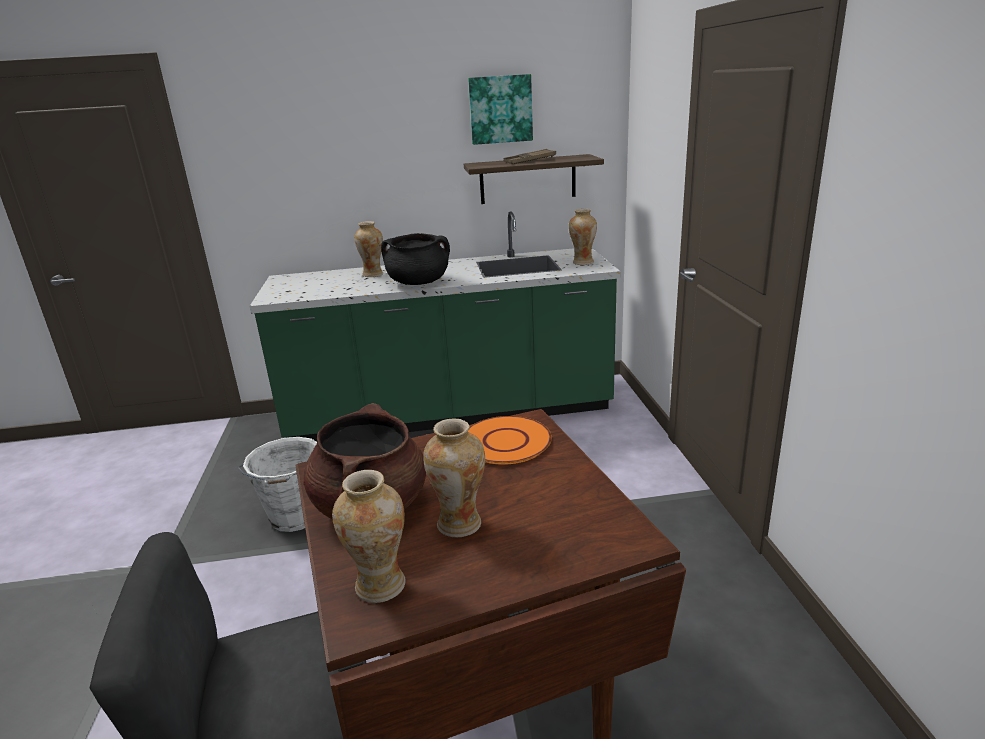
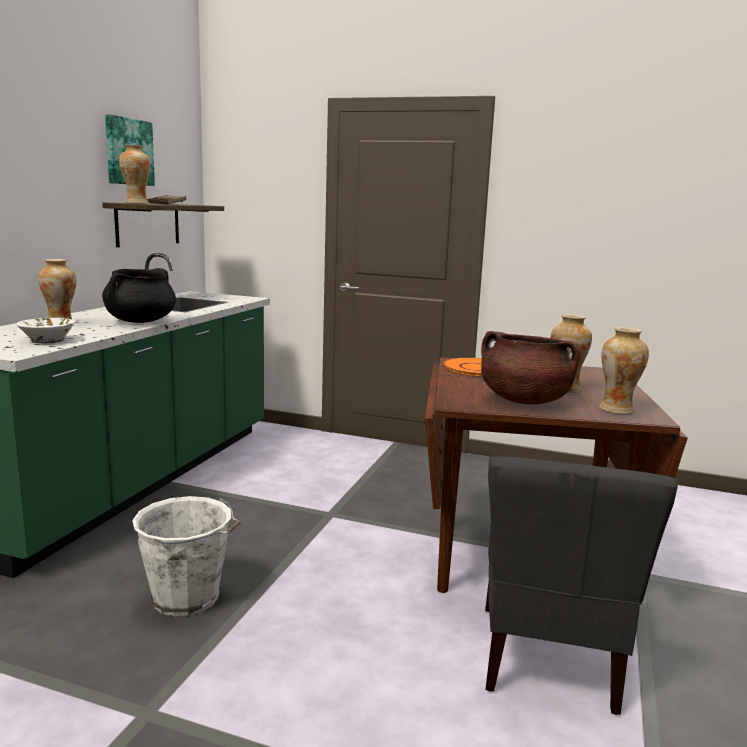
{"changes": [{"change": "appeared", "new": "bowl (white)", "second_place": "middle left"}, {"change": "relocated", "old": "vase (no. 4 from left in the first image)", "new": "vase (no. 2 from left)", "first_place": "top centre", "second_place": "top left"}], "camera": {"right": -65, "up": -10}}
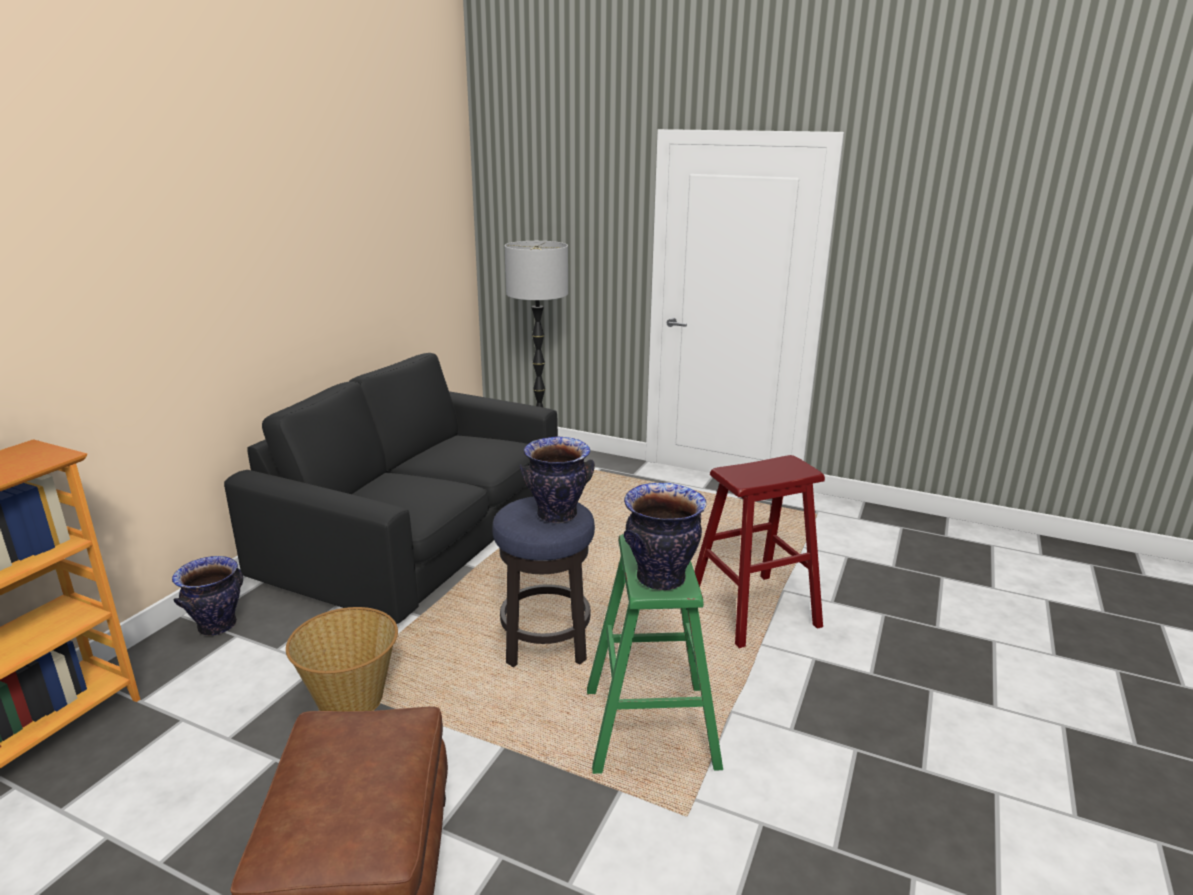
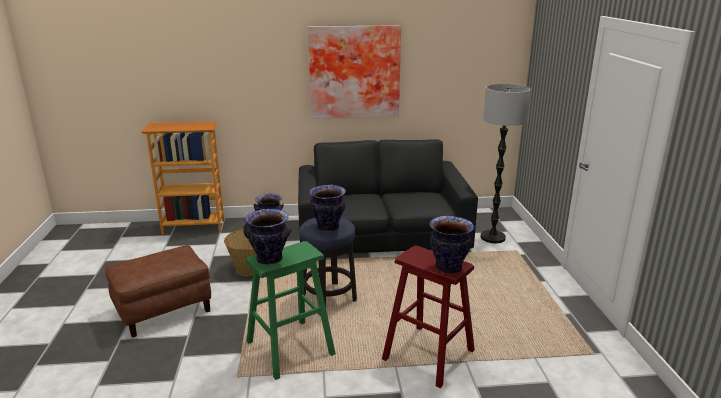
{"changes": [{"change": "appeared", "new": "picture", "second_place": "top centre"}, {"change": "appeared", "new": "vase (no. 4 from left)", "second_place": "centre"}], "camera": {"right": 60, "up": 0}}
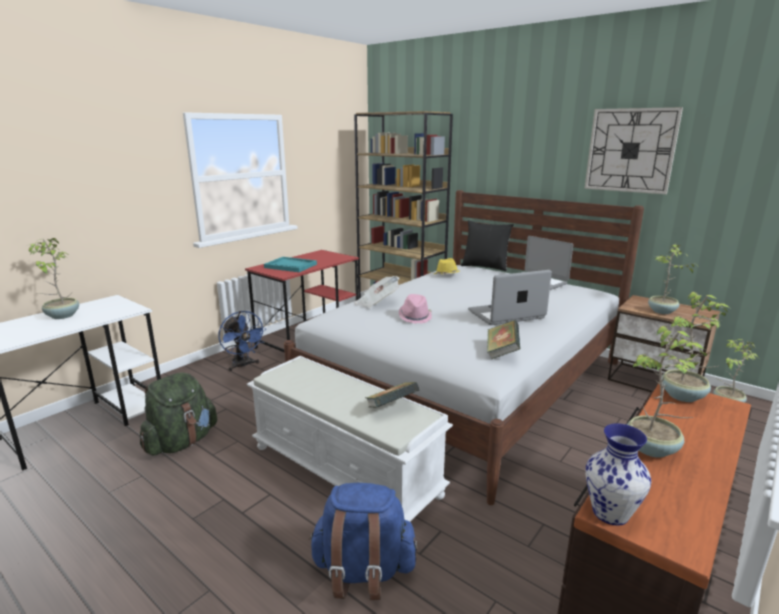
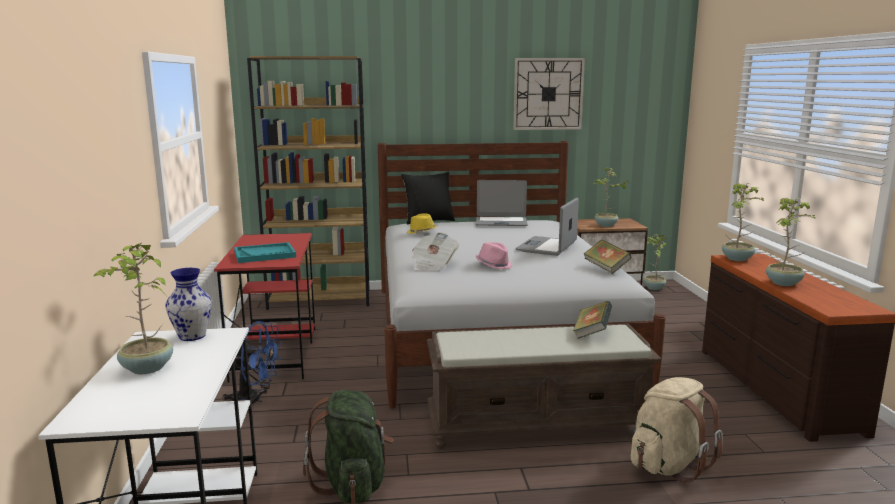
{"changes": [{"change": "relocated", "old": "vase", "first_place": "bottom right", "second_place": "middle left"}, {"change": "colour", "old": "bench (white)", "new": "bench (brown)", "first_place": "bottom centre", "second_place": "bottom centre"}, {"change": "colour", "old": "backpack (blue)", "new": "backpack (beige)", "first_place": "bottom centre", "second_place": "bottom right"}], "camera": {"right": -45, "up": -5}}
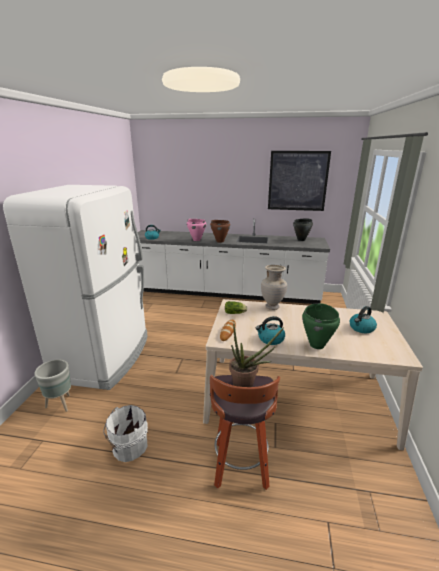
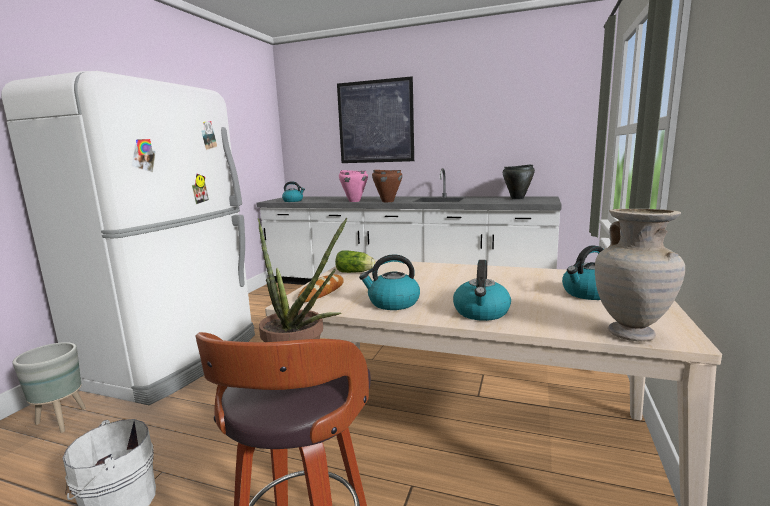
{"changes": [{"change": "relocated", "old": "vase (beige)", "first_place": "centre", "second_place": "middle right"}, {"change": "relocated", "old": "picture", "first_place": "top right", "second_place": "top centre"}, {"change": "exchanged", "old": "cooking pot (green)", "new": "kettle (no. 3 from left)", "first_place": "middle right", "second_place": "centre"}], "camera": {"right": 10, "up": -10}}
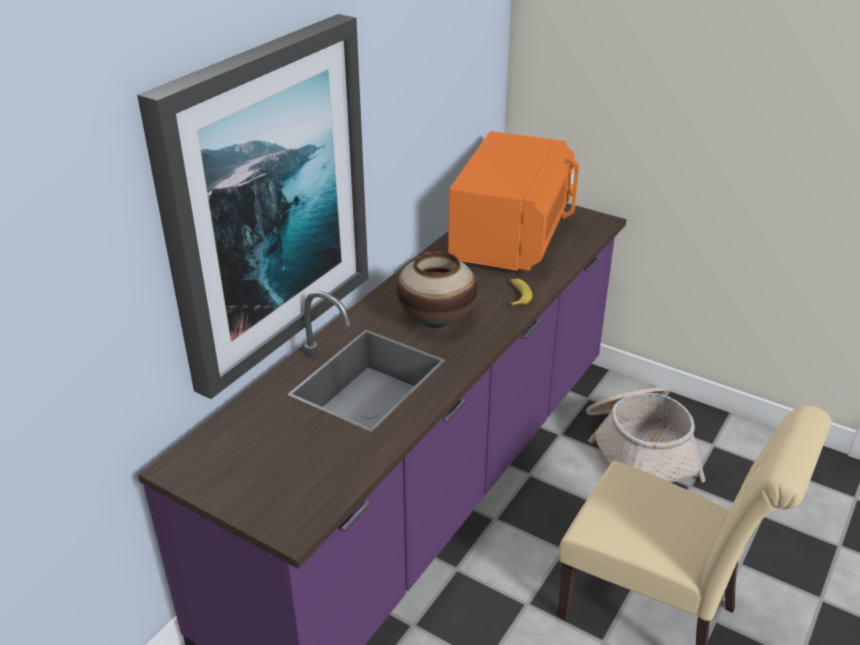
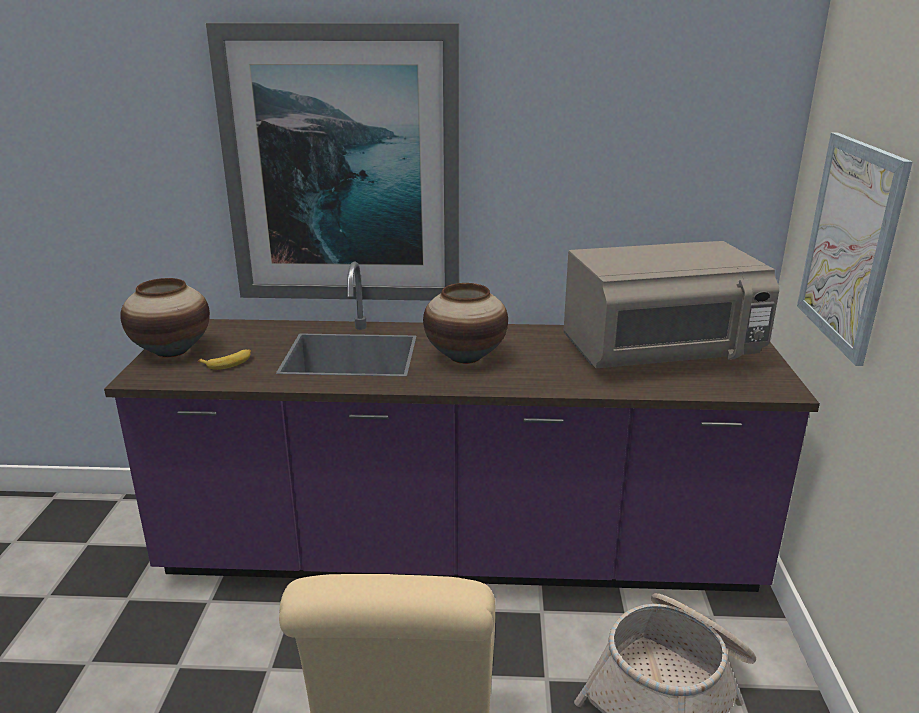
{"changes": [{"change": "appeared", "new": "vase (no. 1 from left)", "second_place": "middle left"}, {"change": "appeared", "new": "picture (no. 2 from left)", "second_place": "middle right"}, {"change": "relocated", "old": "banana", "first_place": "centre", "second_place": "middle left"}, {"change": "colour", "old": "microwave (orange)", "new": "microwave (grey)", "first_place": "top centre", "second_place": "middle right"}], "camera": {"right": 60, "up": -10}}
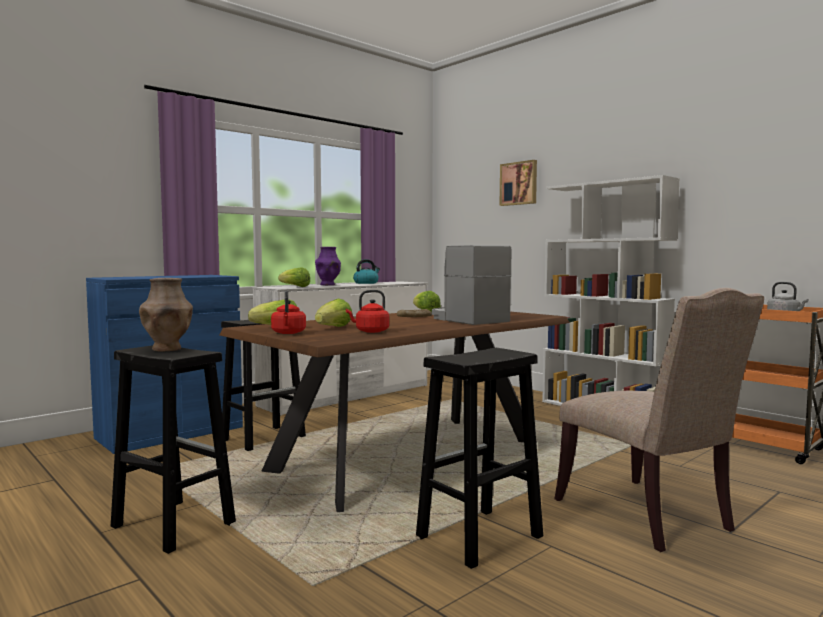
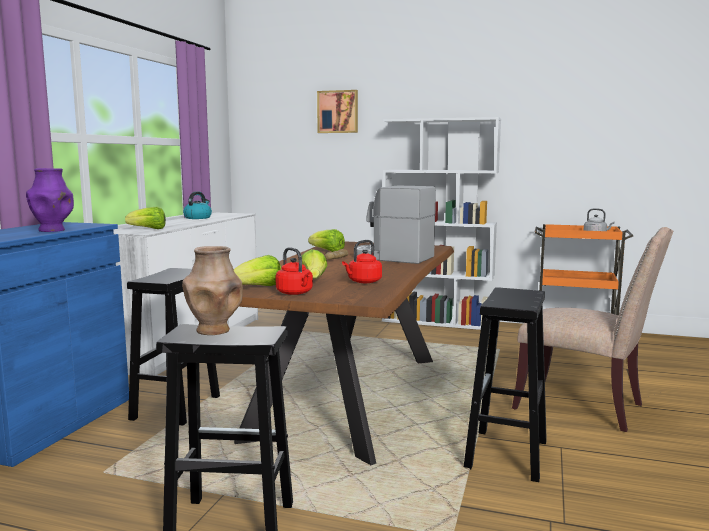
{"changes": [{"change": "relocated", "old": "vase (purple)", "first_place": "centre", "second_place": "middle left"}], "camera": {"right": -30, "up": 5}}
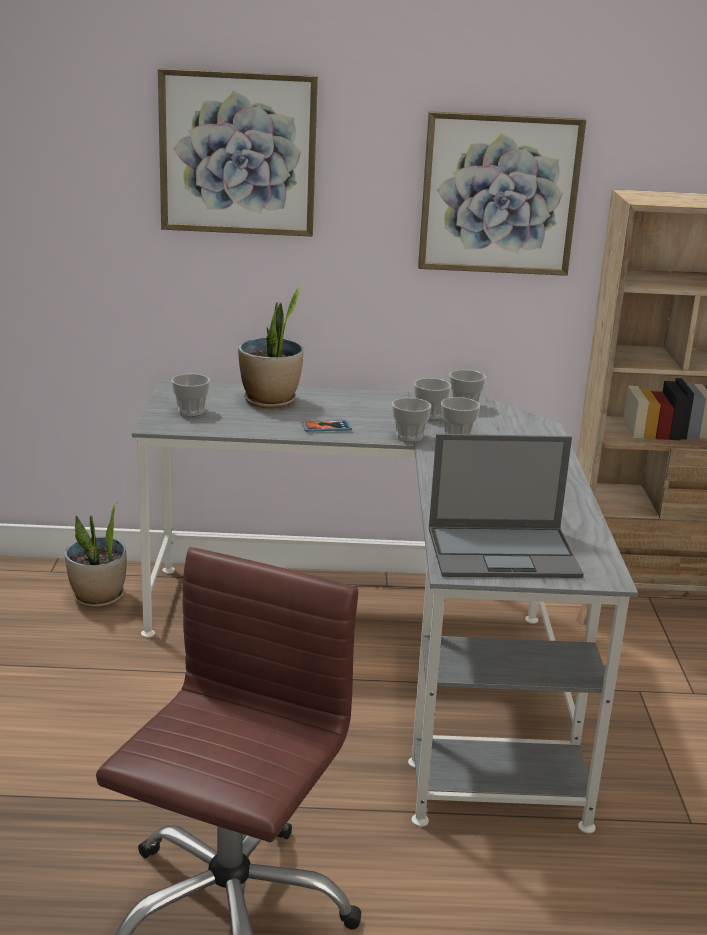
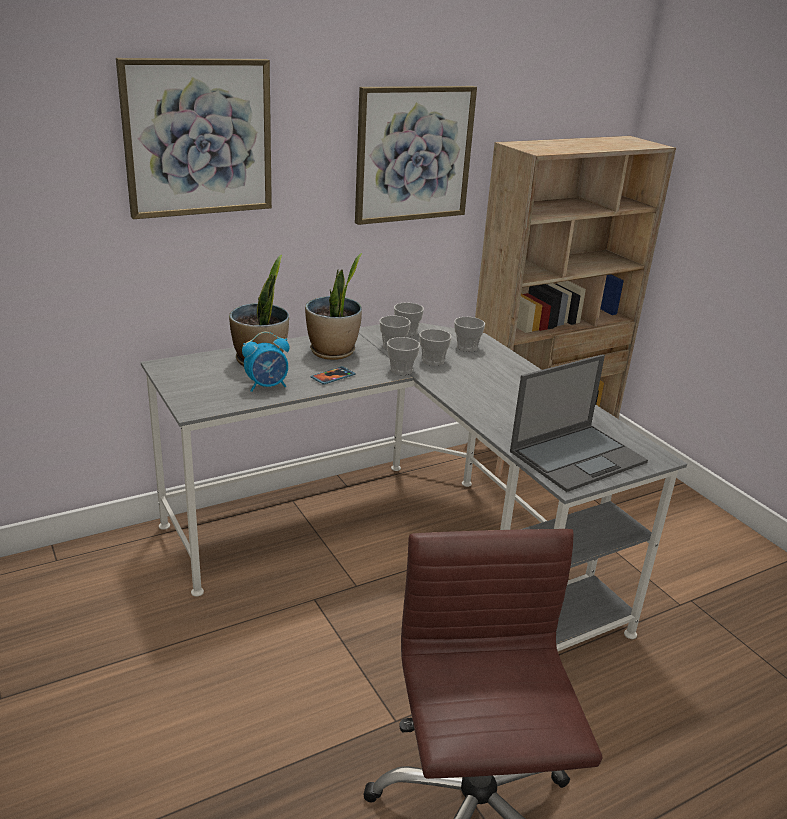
{"changes": [{"change": "appeared", "new": "alarm clock", "second_place": "centre"}, {"change": "relocated", "old": "potted plant (no. 1 from left in the first image)", "new": "potted plant (no. 2 from left)", "first_place": "middle left", "second_place": "centre"}, {"change": "relocated", "old": "cup (no. 1 from left in the first image)", "new": "cup (no. 5 from left)", "first_place": "middle left", "second_place": "centre"}], "camera": {"right": -30, "up": 5}}
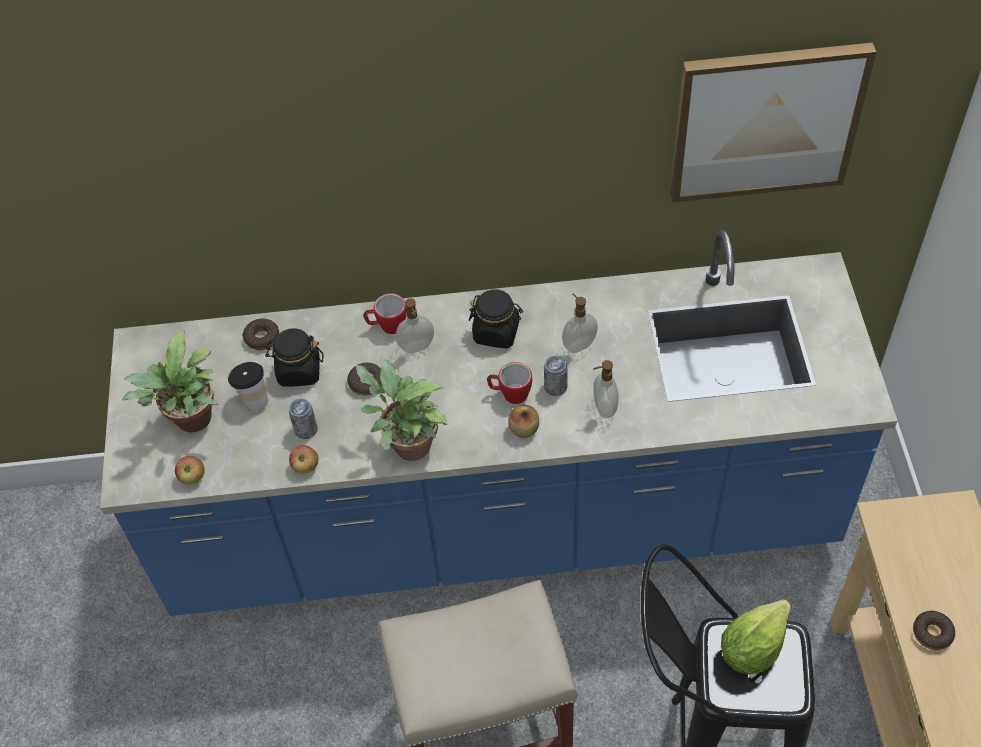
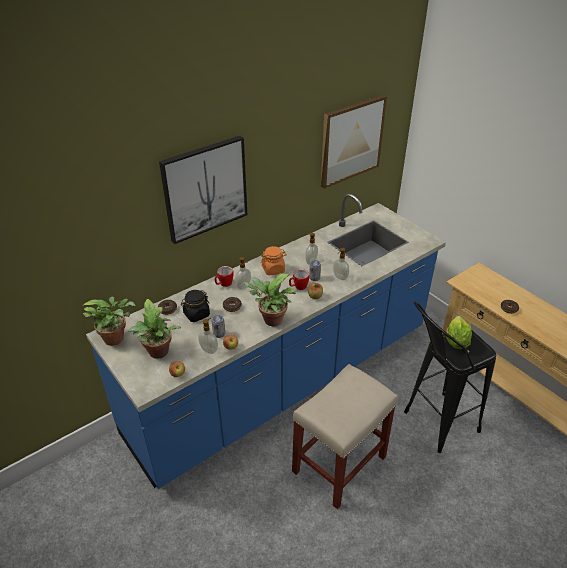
{"changes": [{"change": "missing", "old": "cup", "first_place": "middle left"}, {"change": "appeared", "new": "potted plant (no. 1 from left)", "second_place": "middle left"}, {"change": "appeared", "new": "picture (no. 1 from left)", "second_place": "centre"}, {"change": "appeared", "new": "soap dispenser (no. 1 from left)", "second_place": "centre"}, {"change": "colour", "old": "jar (black) (no. 2 from left)", "new": "jar (orange)", "first_place": "centre", "second_place": "centre"}], "camera": {"right": -35, "up": -15}}
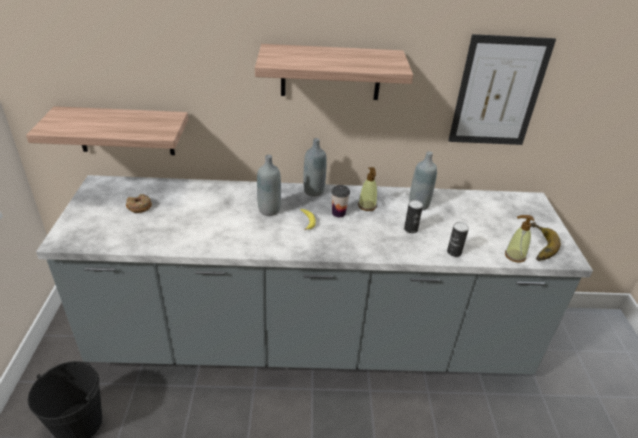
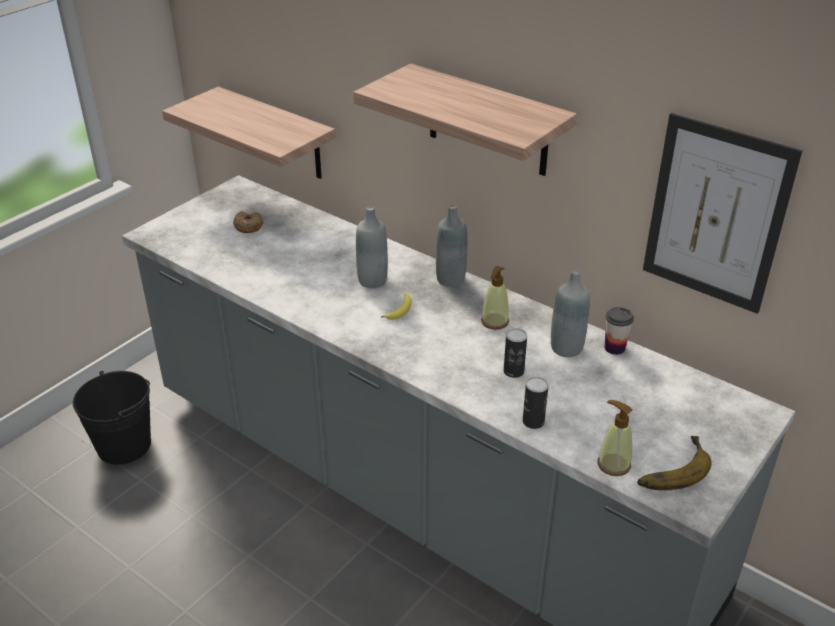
{"changes": [{"change": "relocated", "old": "cup", "first_place": "centre", "second_place": "middle right"}], "camera": {"right": 40, "up": 0}}
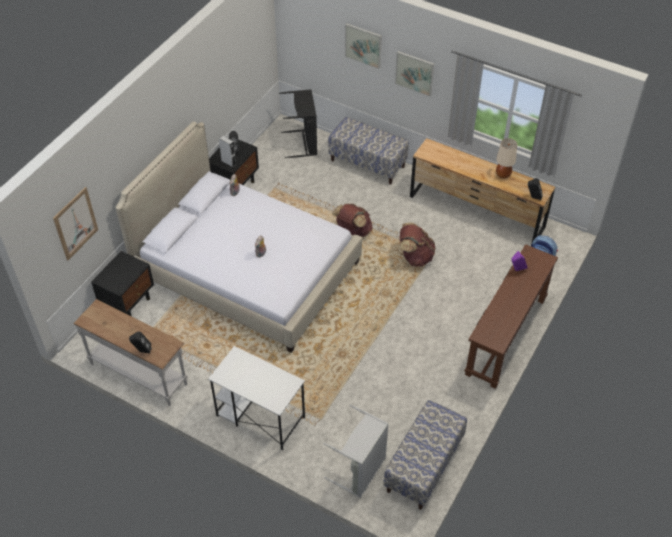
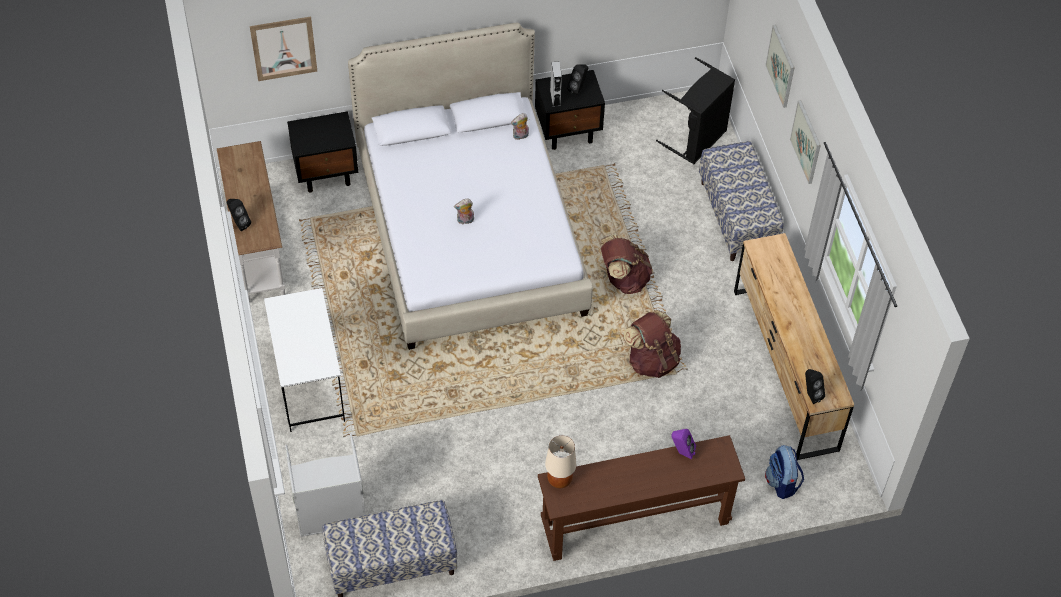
{"changes": [{"change": "relocated", "old": "table lamp (beige)", "first_place": "top right", "second_place": "bottom centre"}], "camera": {"right": 45, "up": 5}}
